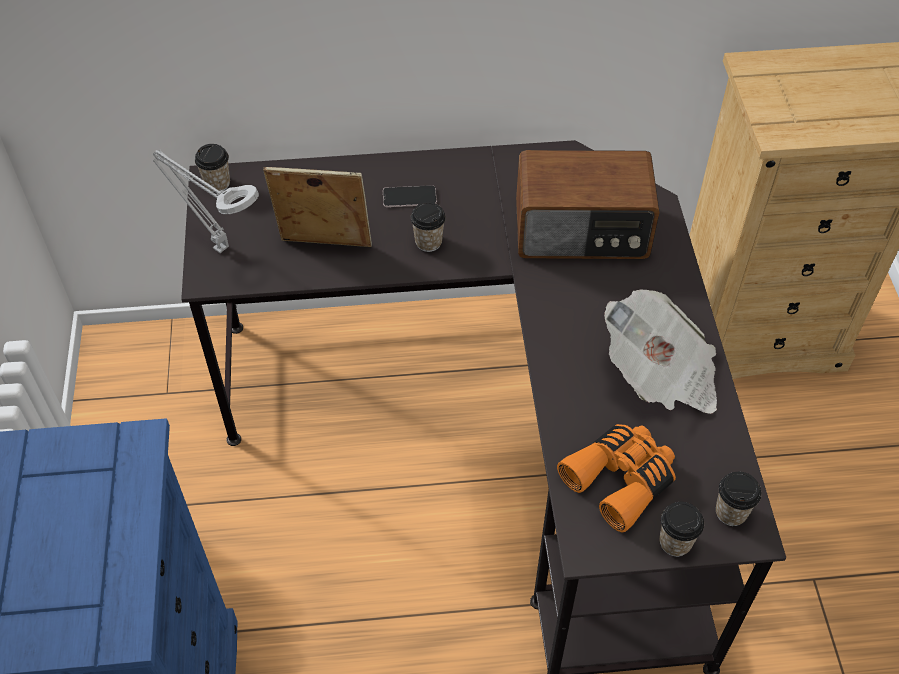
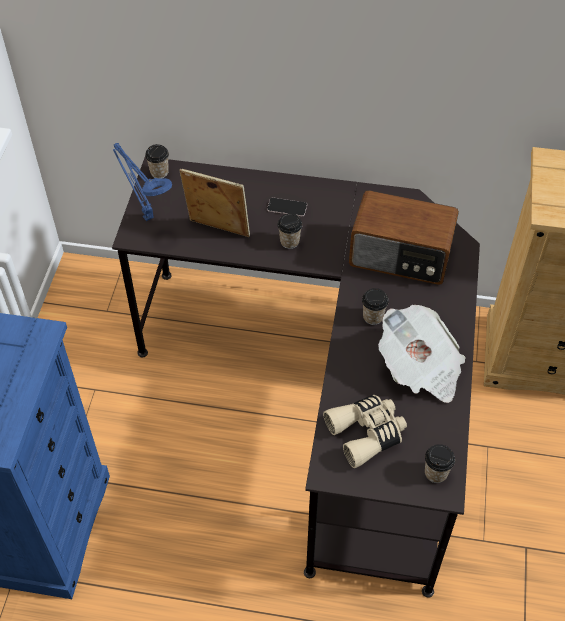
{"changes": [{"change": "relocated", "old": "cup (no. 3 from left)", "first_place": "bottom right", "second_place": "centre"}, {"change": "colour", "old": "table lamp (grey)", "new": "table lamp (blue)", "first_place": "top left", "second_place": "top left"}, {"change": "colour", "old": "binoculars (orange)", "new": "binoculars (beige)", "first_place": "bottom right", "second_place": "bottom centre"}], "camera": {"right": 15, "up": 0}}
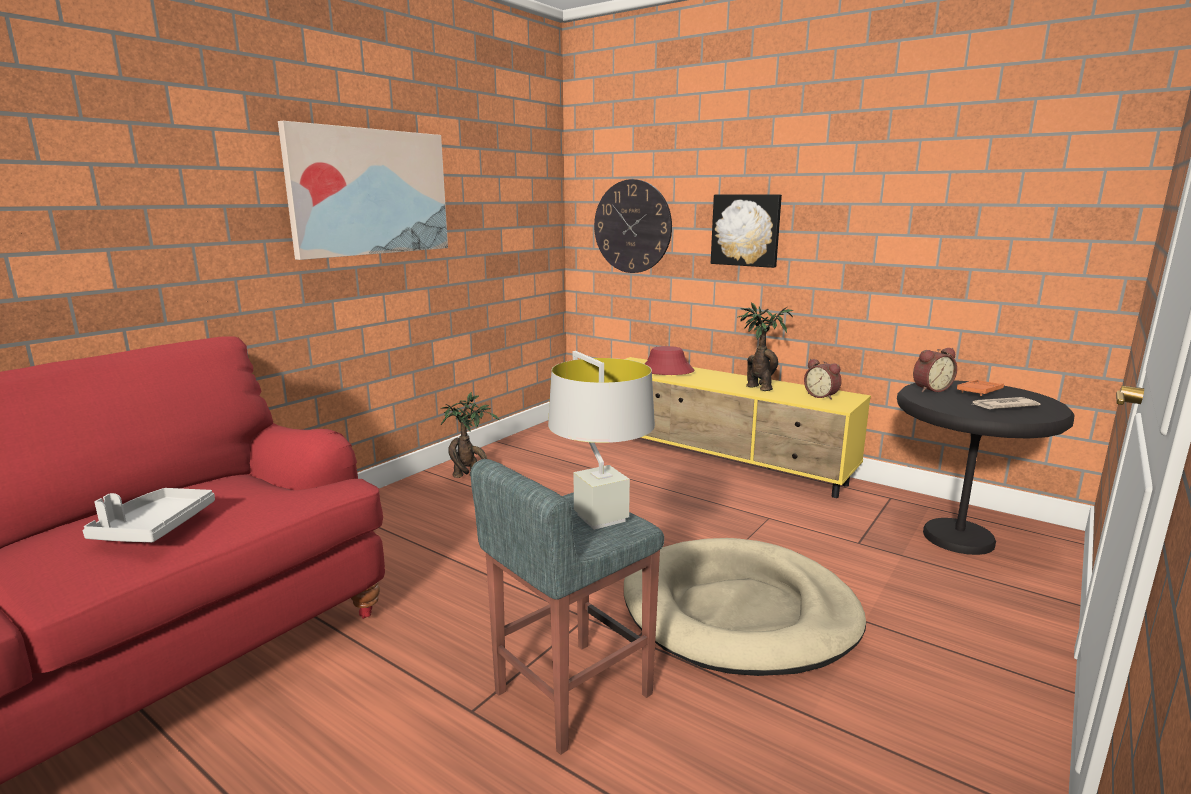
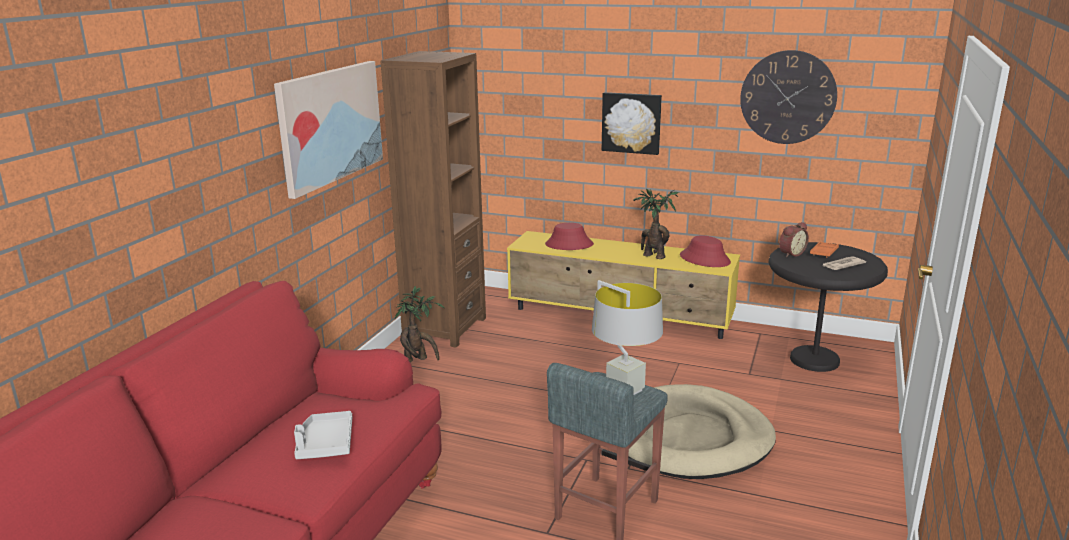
{"changes": [{"change": "appeared", "new": "bookcase (brown)", "second_place": "centre"}, {"change": "relocated", "old": "wall clock", "first_place": "top centre", "second_place": "top right"}, {"change": "exchanged", "old": "alarm clock (no. 1 from left)", "new": "hat (red) (no. 2 from left)", "first_place": "middle right", "second_place": "centre"}], "camera": {"right": -15, "up": 5}}
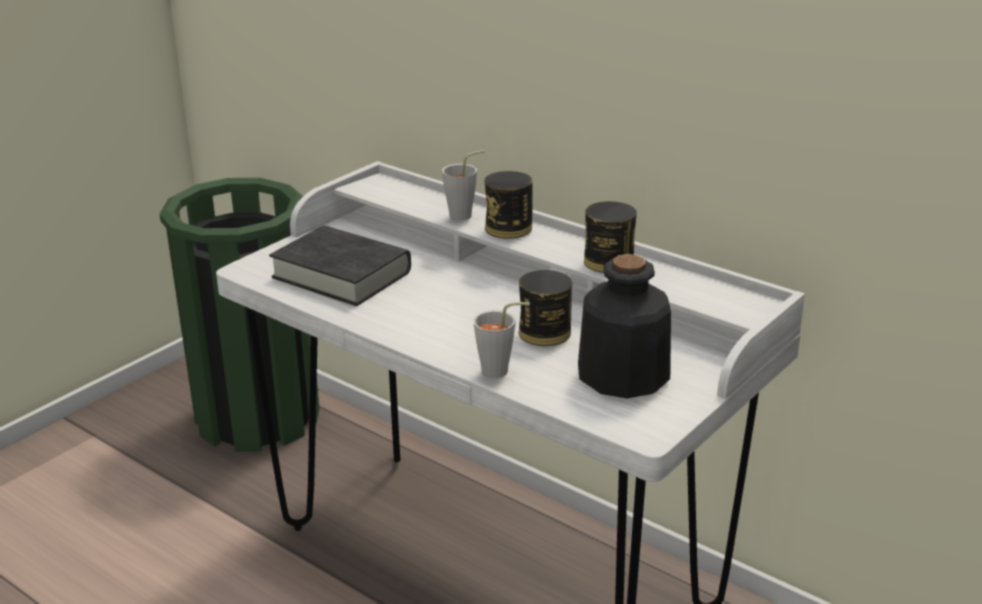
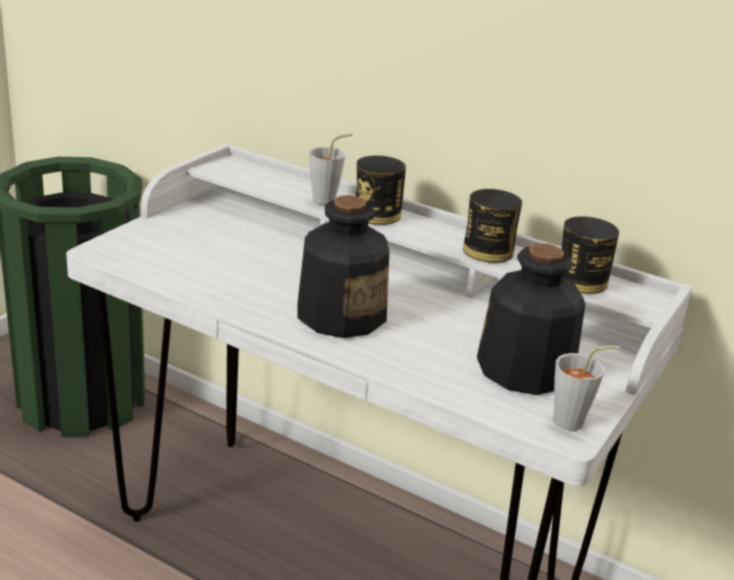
{"changes": [{"change": "missing", "old": "book (black)", "first_place": "centre"}, {"change": "appeared", "new": "bottle (no. 1 from left)", "second_place": "centre"}, {"change": "relocated", "old": "cup (grey) (no. 2 from left)", "first_place": "centre", "second_place": "bottom right"}, {"change": "relocated", "old": "can (no. 2 from left in the first image)", "new": "can (no. 3 from left)", "first_place": "centre", "second_place": "middle right"}], "camera": {"right": -10, "up": 0}}
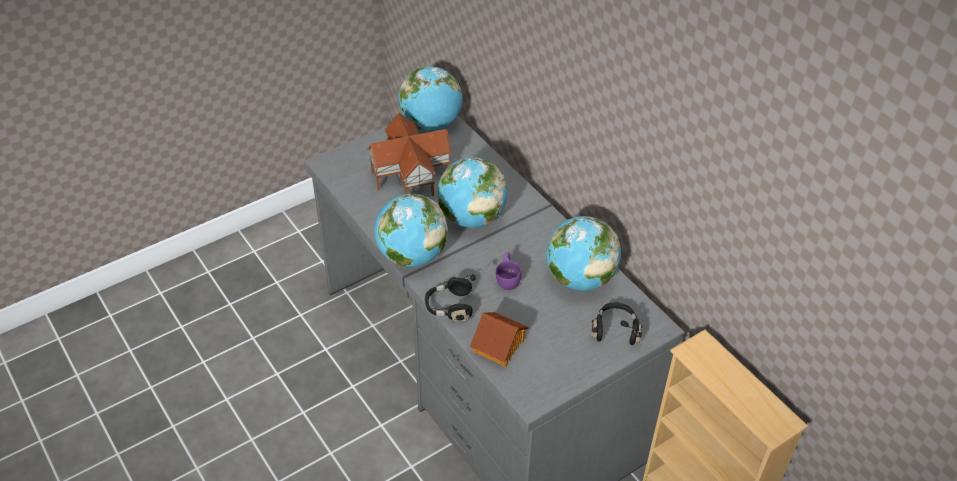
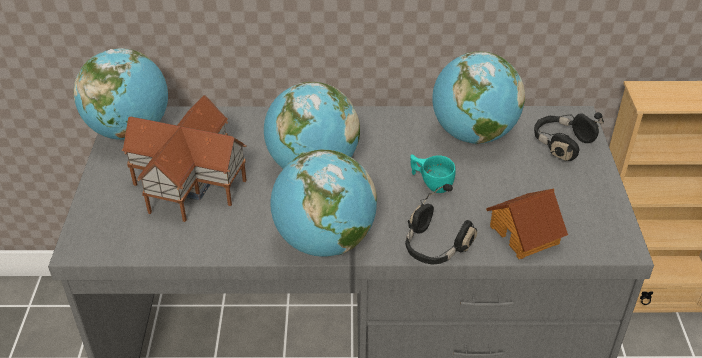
{"changes": [{"change": "colour", "old": "cup (purple)", "new": "cup (turquoise)", "first_place": "centre", "second_place": "centre"}], "camera": {"right": -55, "up": -5}}
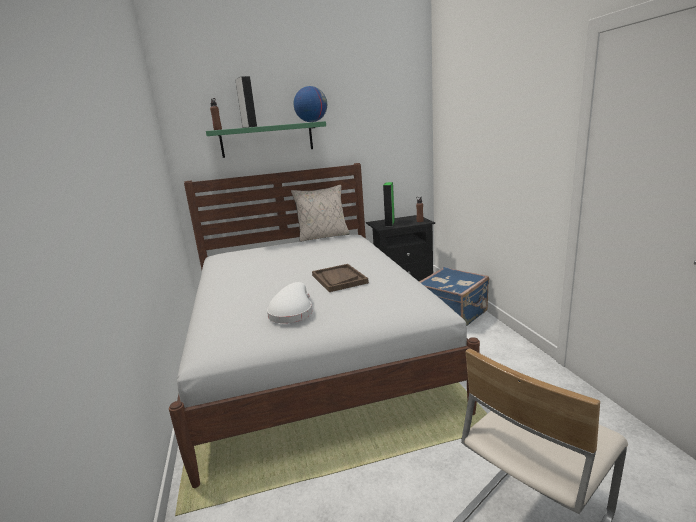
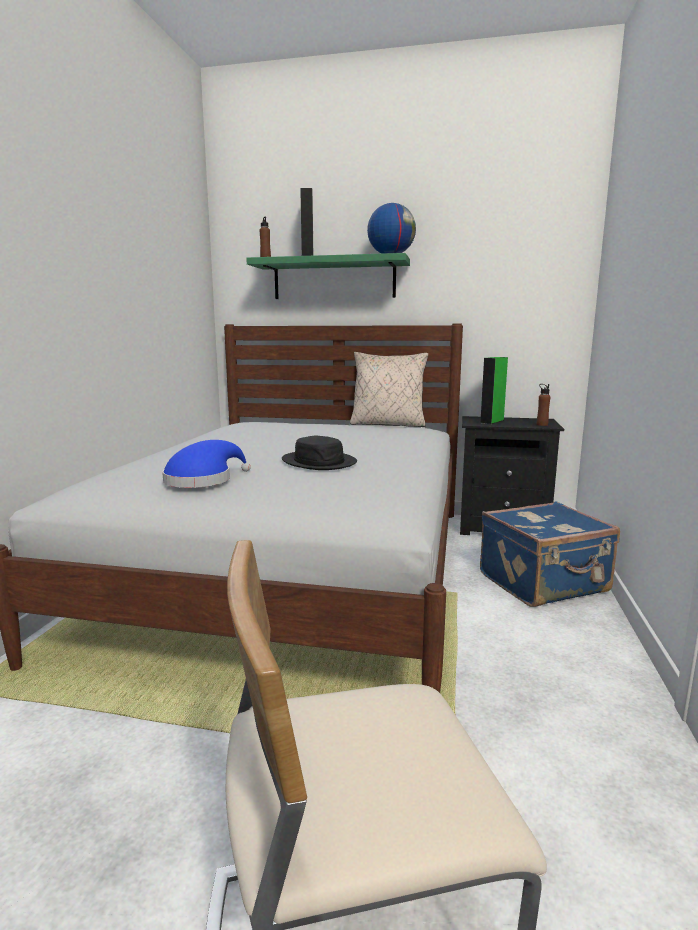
{"changes": [{"change": "exchanged", "old": "tray (brown)", "new": "hat (black)", "first_place": "centre", "second_place": "centre"}, {"change": "colour", "old": "hat (white)", "new": "hat (blue)", "first_place": "centre", "second_place": "middle left"}], "camera": {"right": 25, "up": -5}}
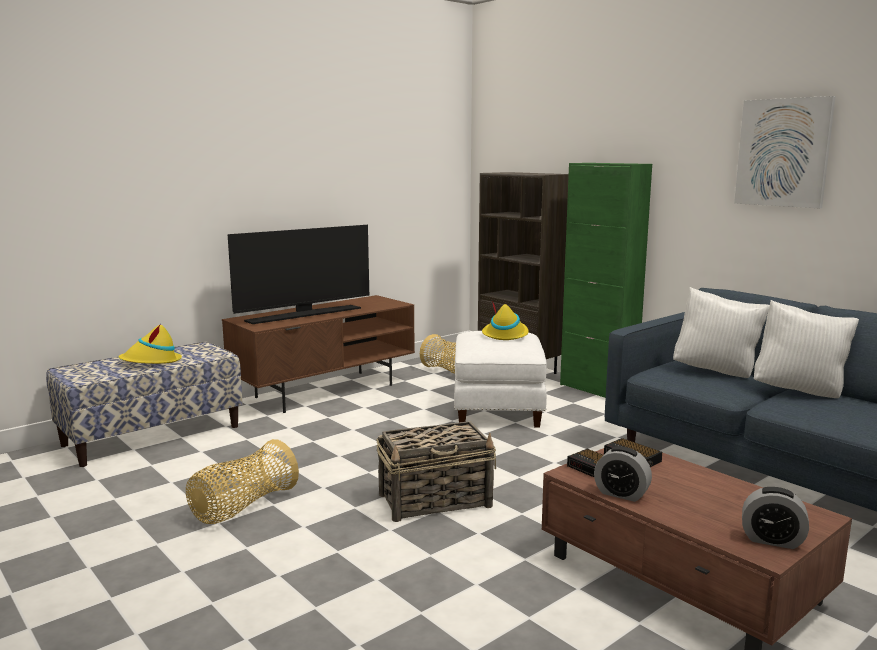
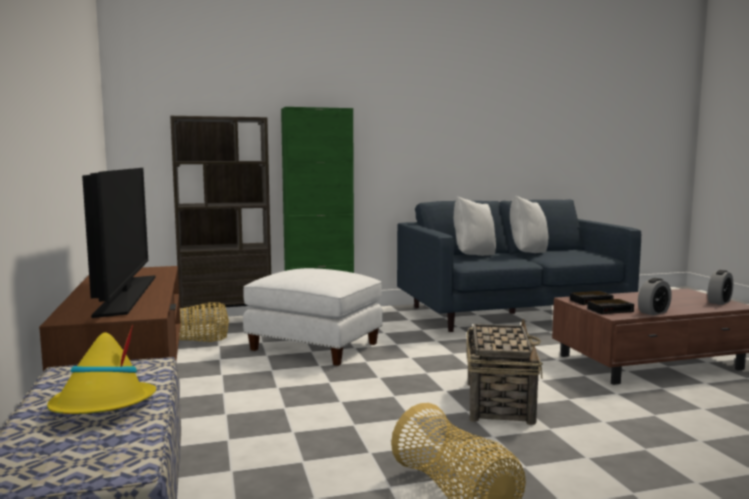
{"changes": [{"change": "missing", "old": "hat (yellow) (no. 2 from left)", "first_place": "centre"}, {"change": "missing", "old": "picture", "first_place": "top right"}], "camera": {"right": -65, "up": -5}}
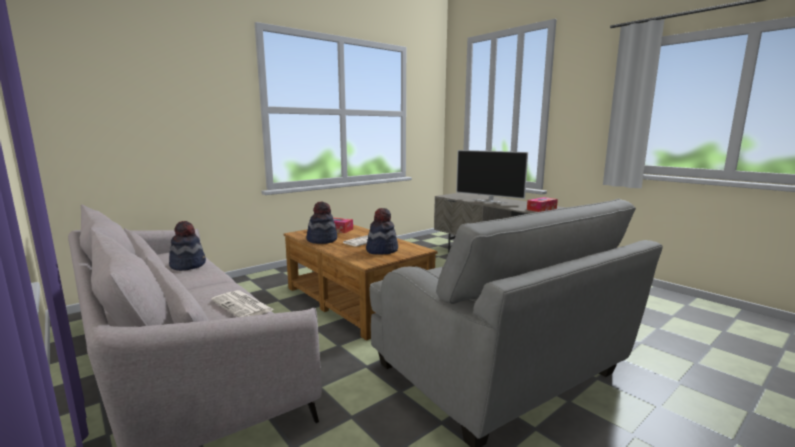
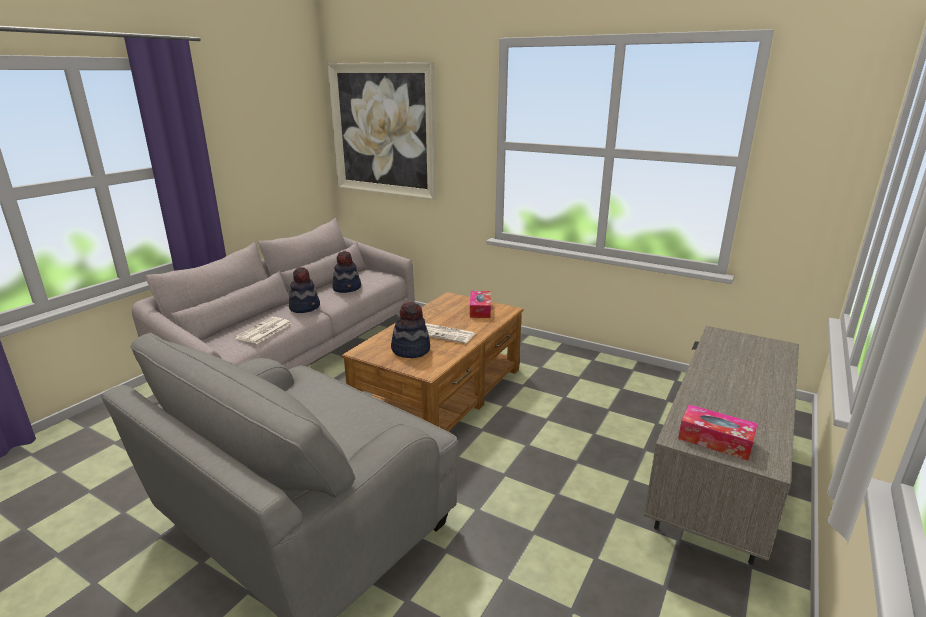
{"changes": [{"change": "missing", "old": "television", "first_place": "centre"}, {"change": "appeared", "new": "picture", "second_place": "top centre"}, {"change": "relocated", "old": "hat (no. 2 from left in the first image)", "new": "hat (no. 1 from left)", "first_place": "centre", "second_place": "middle left"}], "camera": {"right": 70, "up": 10}}
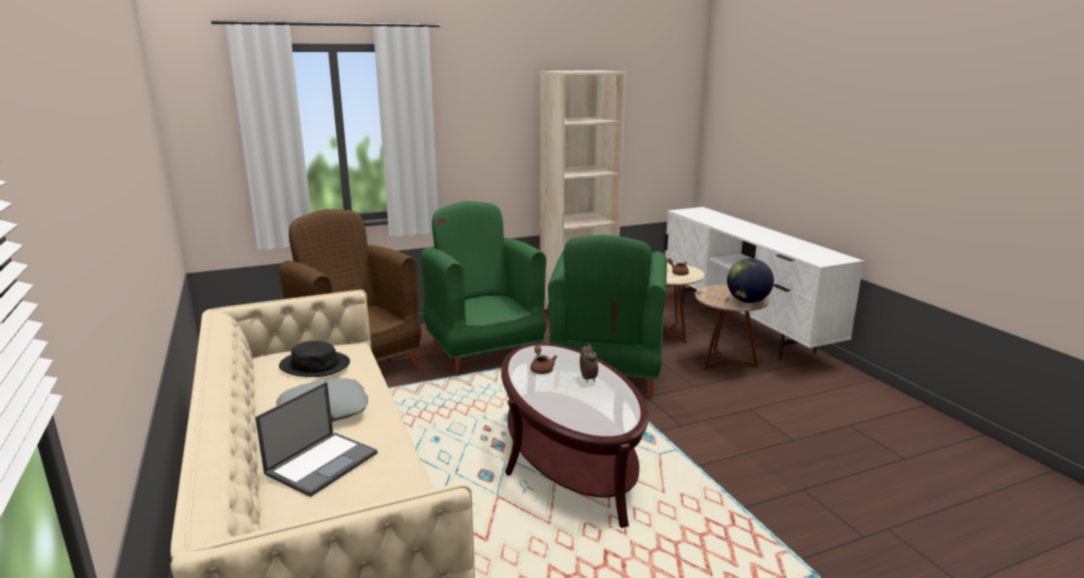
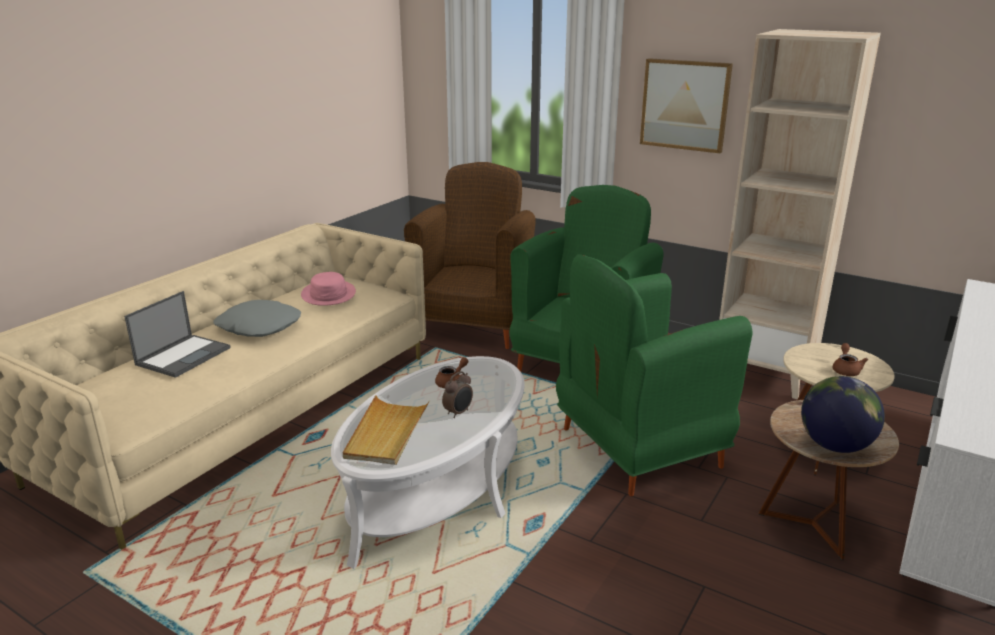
{"changes": [{"change": "appeared", "new": "tray (beige)", "second_place": "bottom centre"}, {"change": "appeared", "new": "picture", "second_place": "top right"}, {"change": "colour", "old": "hat (black)", "new": "hat (pink)", "first_place": "middle left", "second_place": "middle left"}, {"change": "colour", "old": "coffee table (brown)", "new": "coffee table (white)", "first_place": "bottom centre", "second_place": "bottom centre"}, {"change": "spun", "old": "laptop", "first_place": "bottom left", "second_place": "middle left", "degrees": -60}], "camera": {"right": 55, "up": 5}}
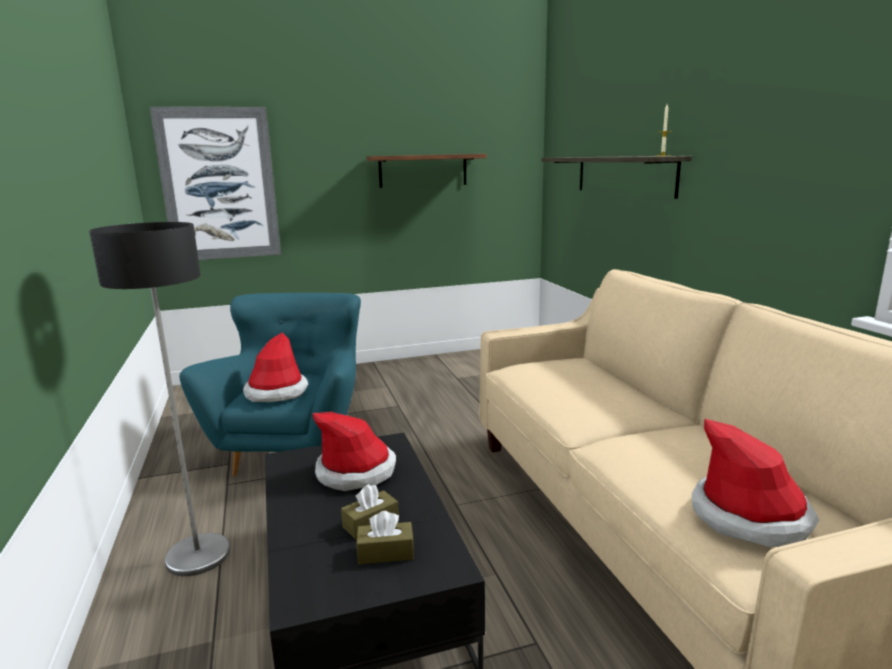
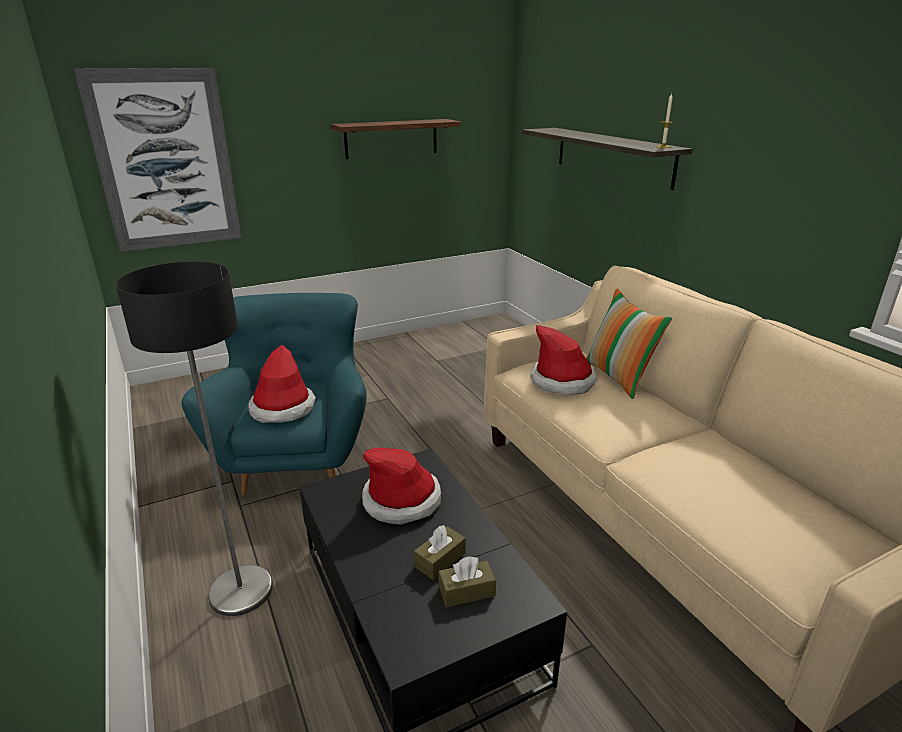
{"changes": [{"change": "appeared", "new": "pillow", "second_place": "middle right"}, {"change": "relocated", "old": "hat (no. 3 from left)", "first_place": "bottom right", "second_place": "centre"}], "camera": {"right": -10, "up": 10}}
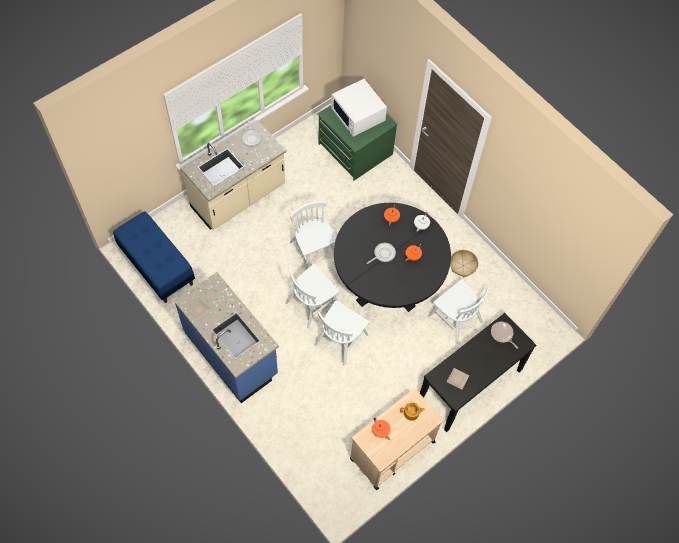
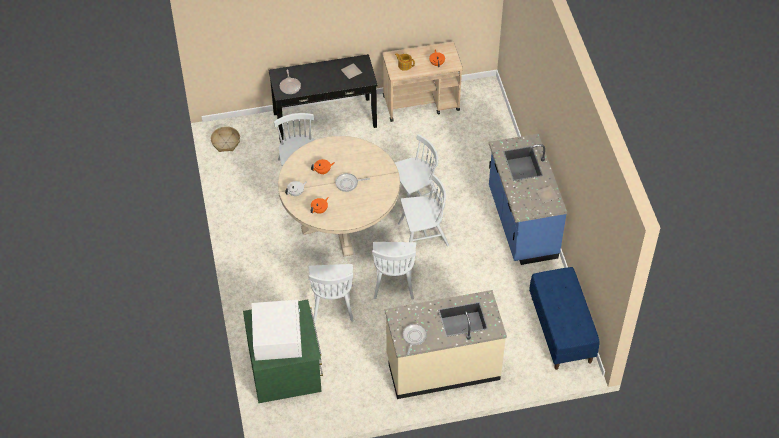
{"changes": [{"change": "appeared", "new": "chair (white) (no. 2 from left)", "second_place": "bottom centre"}, {"change": "relocated", "old": "basket", "first_place": "middle right", "second_place": "top left"}, {"change": "colour", "old": "dining table (black)", "new": "dining table (beige)", "first_place": "centre", "second_place": "centre"}], "camera": {"right": -150, "up": -10}}
